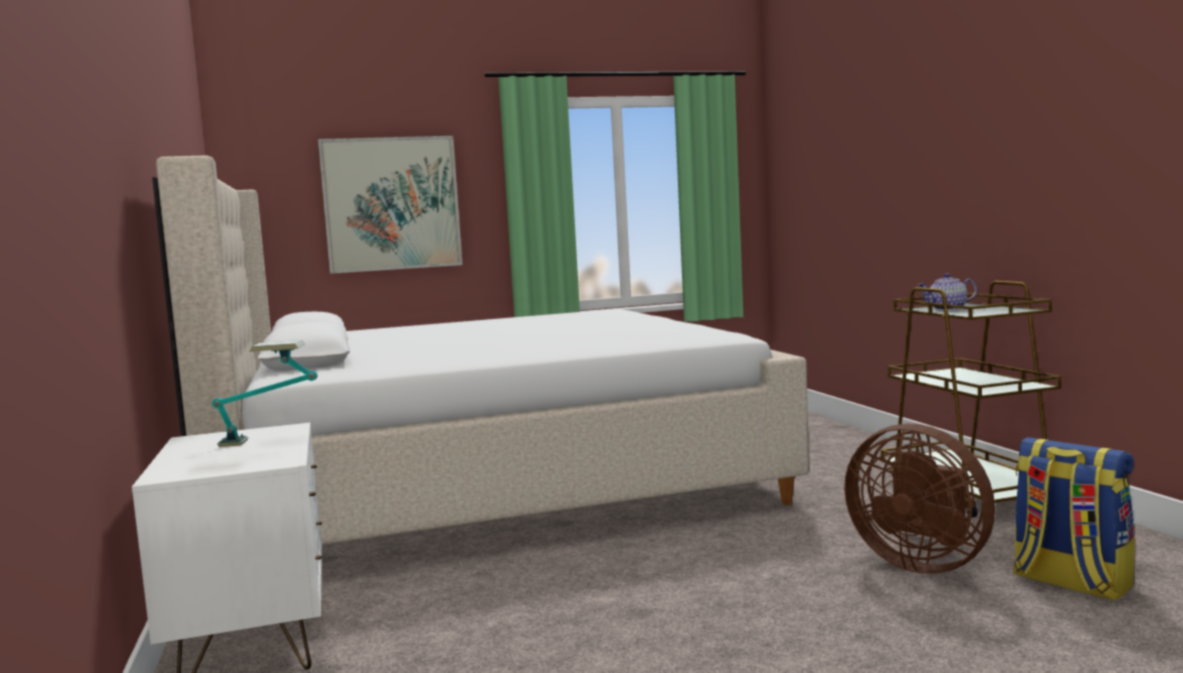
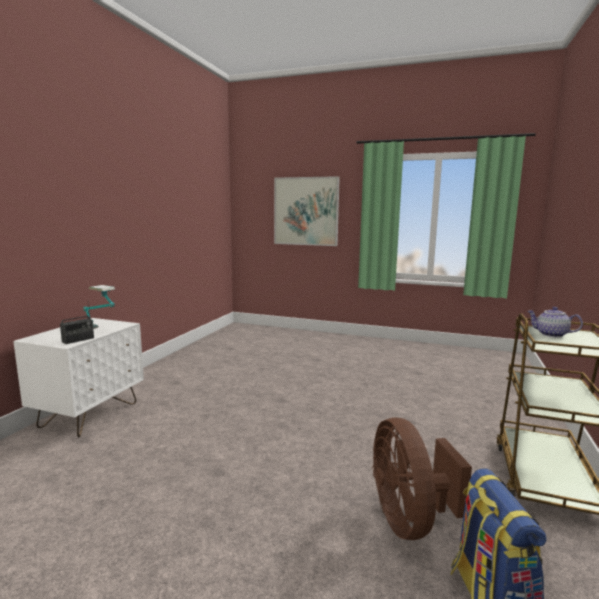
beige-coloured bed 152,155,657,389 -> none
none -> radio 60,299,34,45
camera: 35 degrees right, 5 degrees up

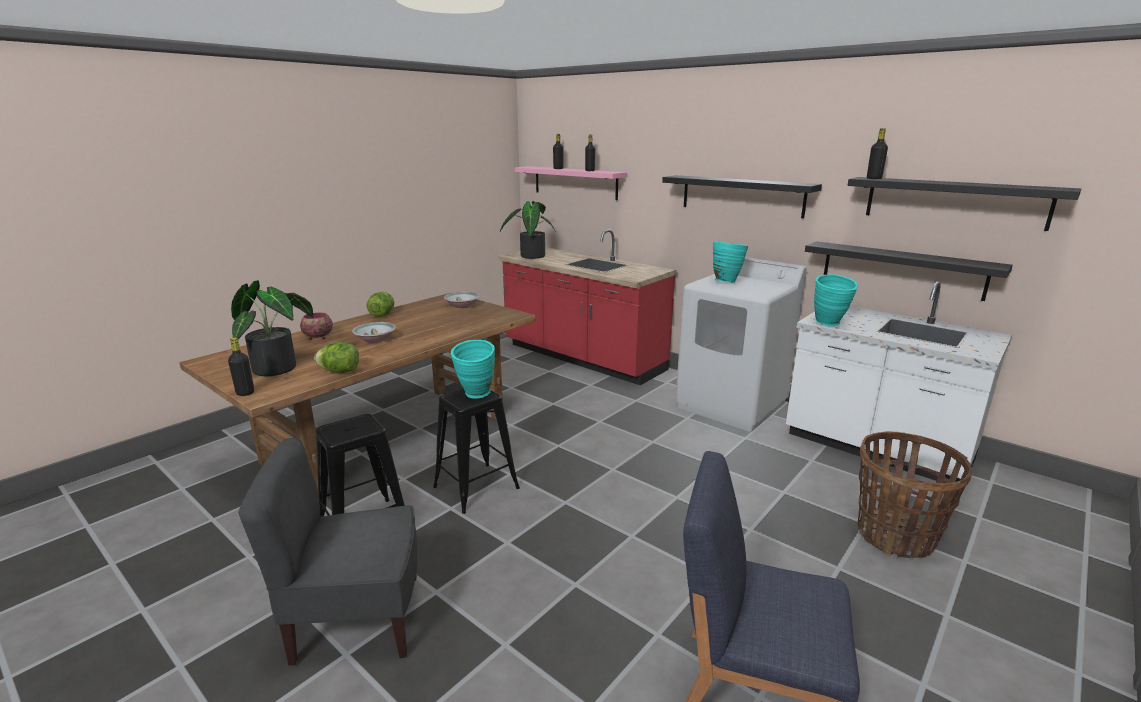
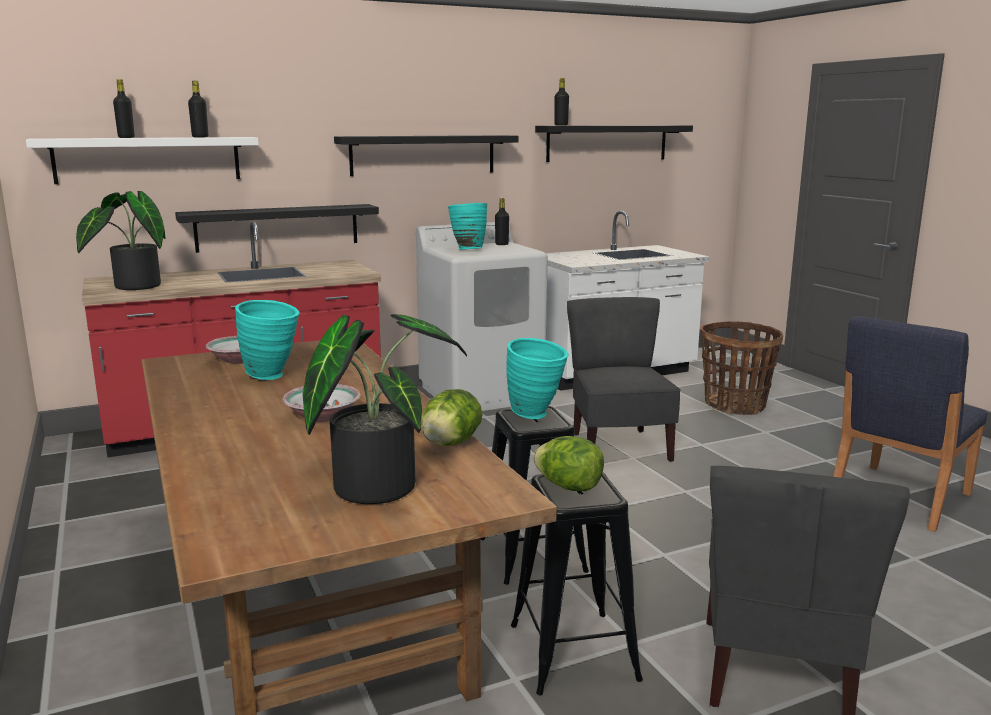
serving bowl 300,312,33,28 -> none
none -> grey chair 567,297,114,165
black-coloured bottle 228,337,26,59 -> black-coloured bottle 495,198,14,47, move
lettuce 367,292,27,25 -> lettuce 533,436,71,55, move
black-coloured bracket shelf 805,241,208,60 -> black-coloured bracket shelf 175,204,204,49, move
turquoise-coloured flower vase 814,274,44,53 -> turquoise-coloured flower vase 235,300,65,80, move
pink bracket shelf 515,166,112,34 -> white bracket shelf 26,137,233,47
camera: 65 degrees left, 5 degrees down

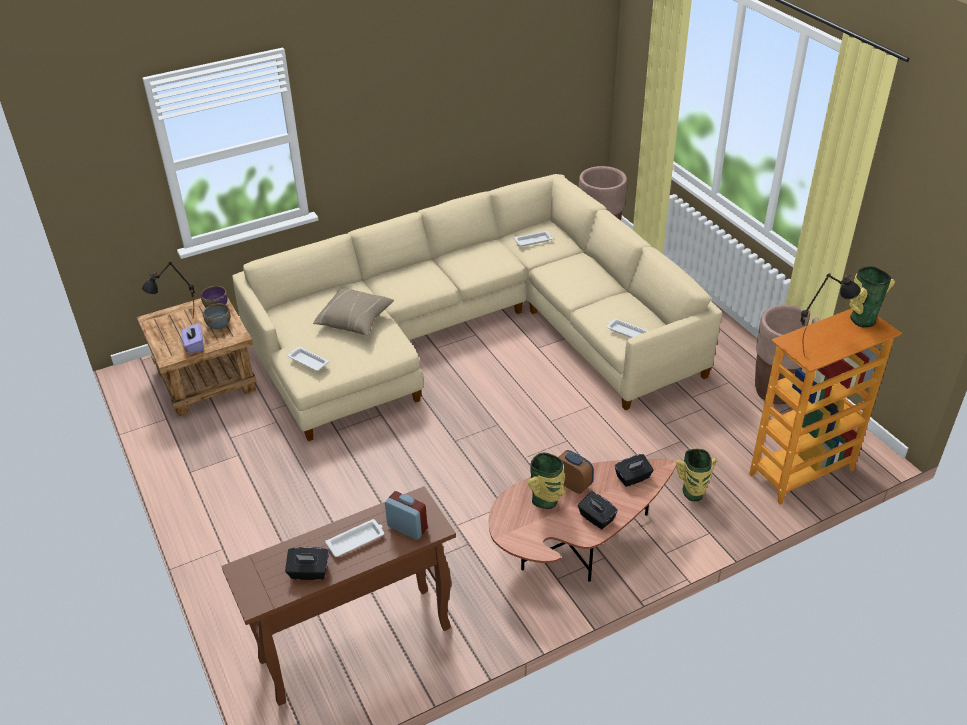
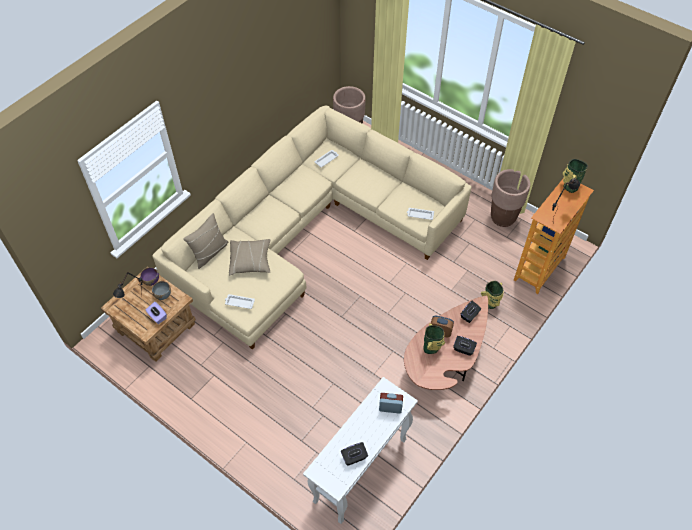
white carrying tray 325,519,59,38 -> none
none -> beige-coloured pillow 183,213,45,56
brown-coloured narrow table 221,486,235,220 -> white narrow table 303,377,115,147
camera: 25 degrees left, 15 degrees up

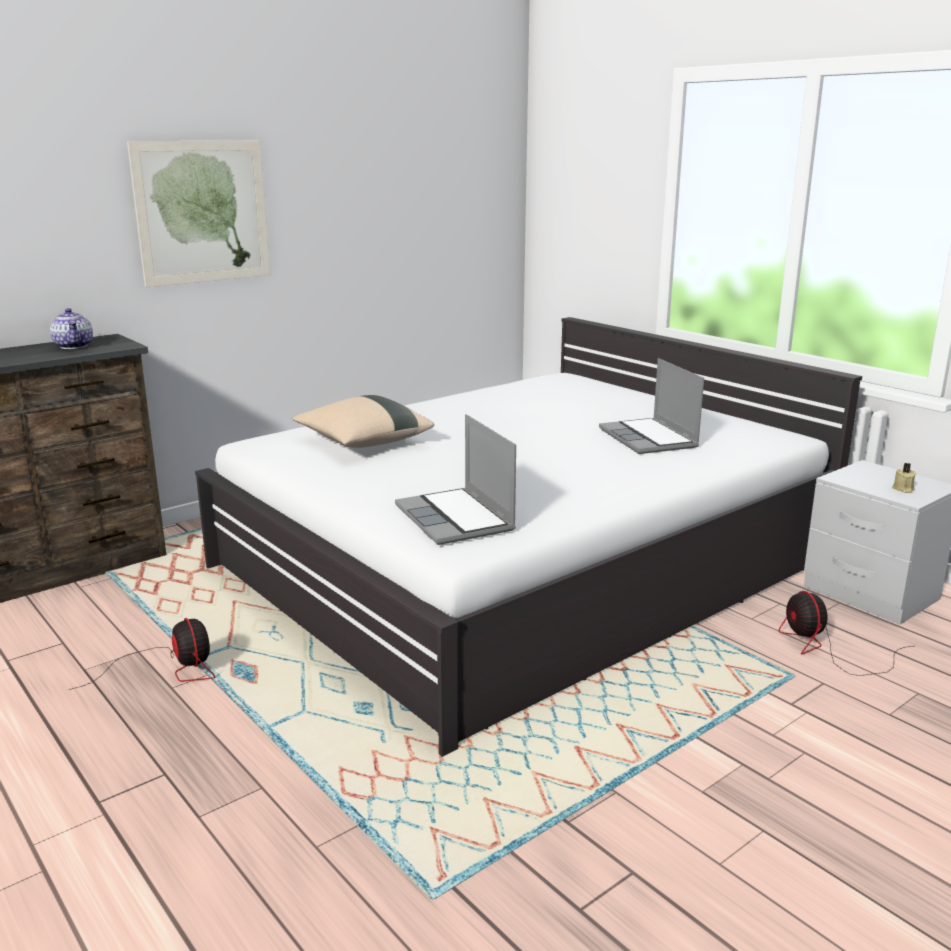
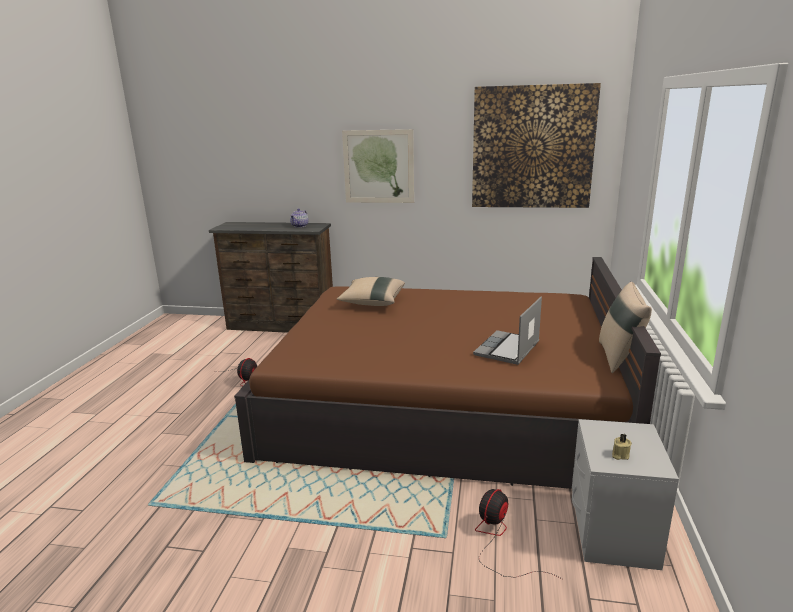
laptop 395,414,121,131 -> none
none -> wall art 472,83,129,125
none -> beige-coloured pillow 599,282,53,91
white bed 195,317,667,440 -> brown-coloured bed 234,257,427,232
camera: 50 degrees right, 0 degrees up

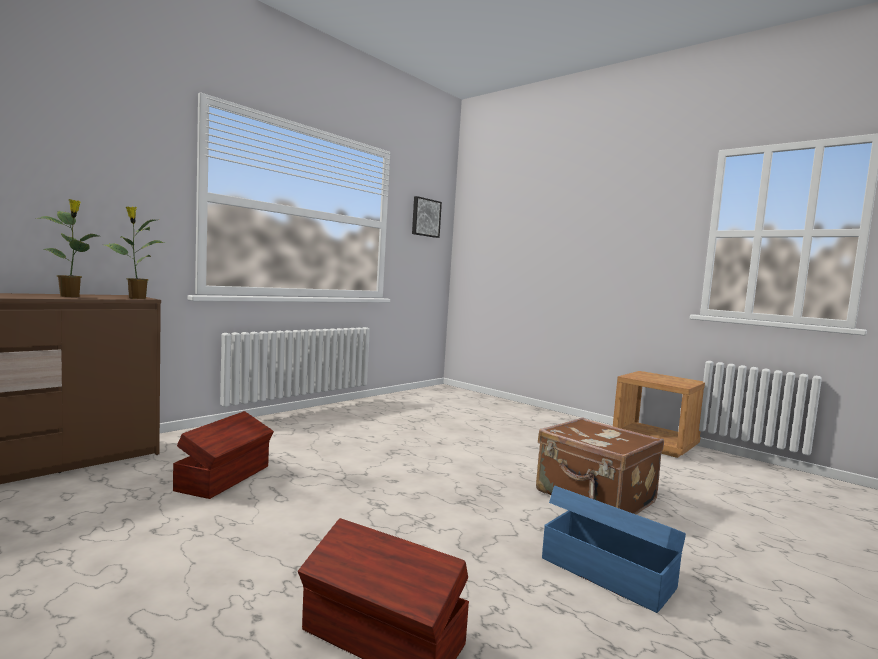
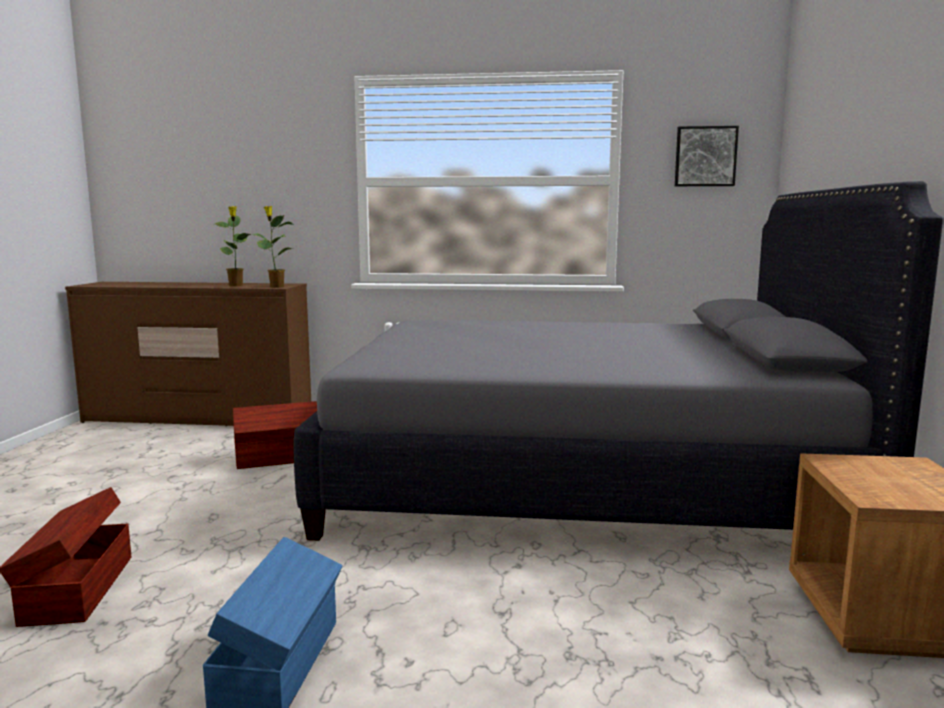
brown-coloured travel case 536,418,128,96 -> none
none -> grey bed 293,181,650,360
camera: 55 degrees right, 5 degrees up

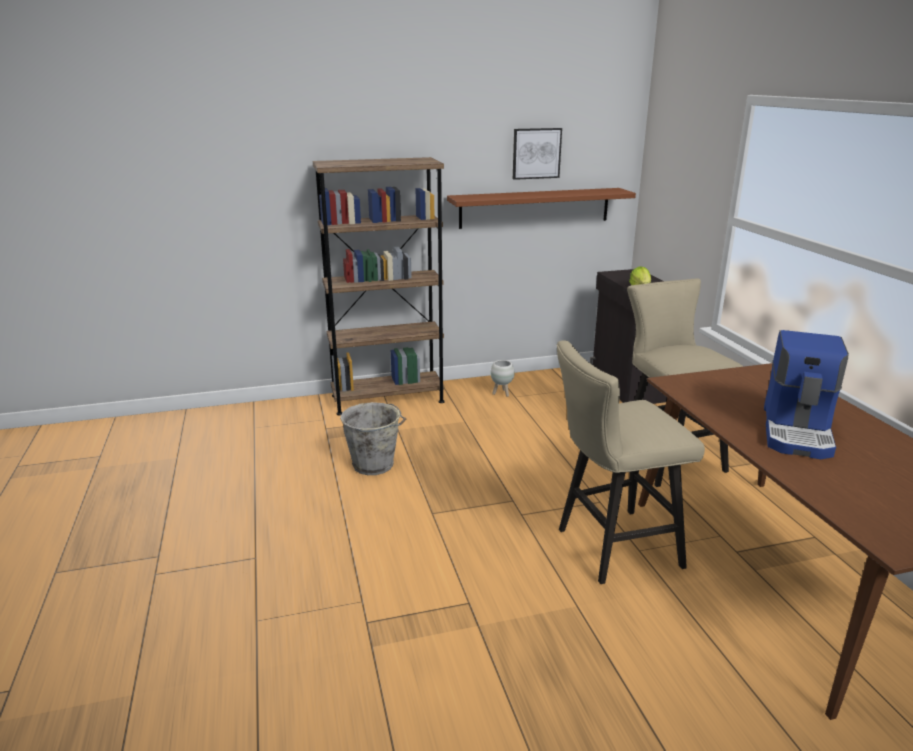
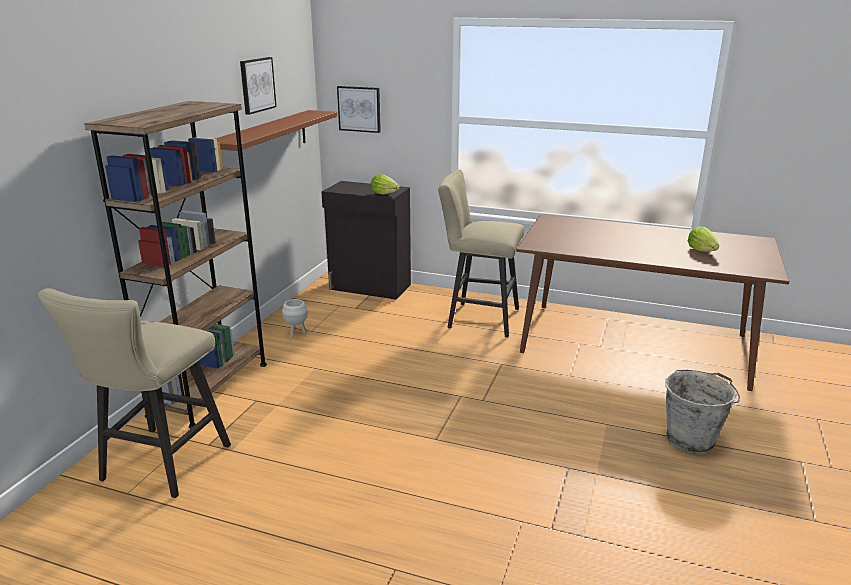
coffee maker 764,330,85,129 -> none
none -> wall art 337,86,44,47
none -> lettuce 688,226,31,26
grey pail 340,402,66,73 -> grey pail 665,370,75,85, move
beige-coloured stool 557,341,148,243 -> beige-coloured stool 38,288,193,210, move
camera: 55 degrees left, 0 degrees up

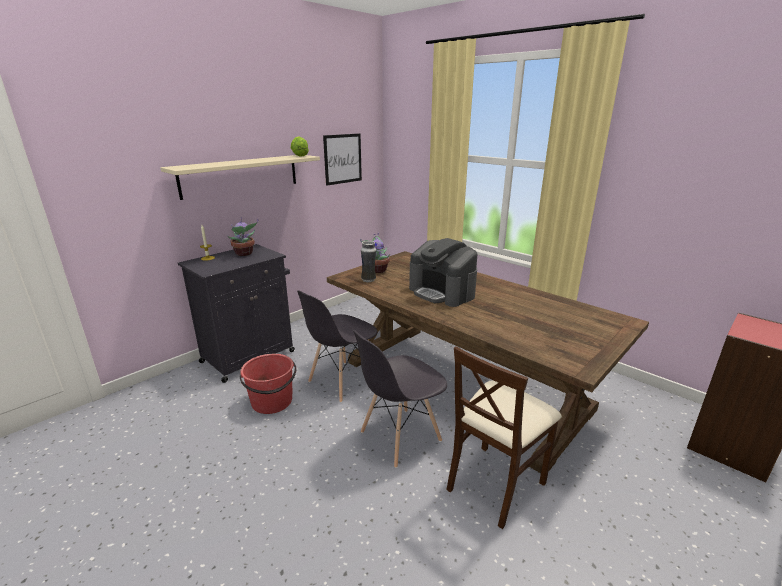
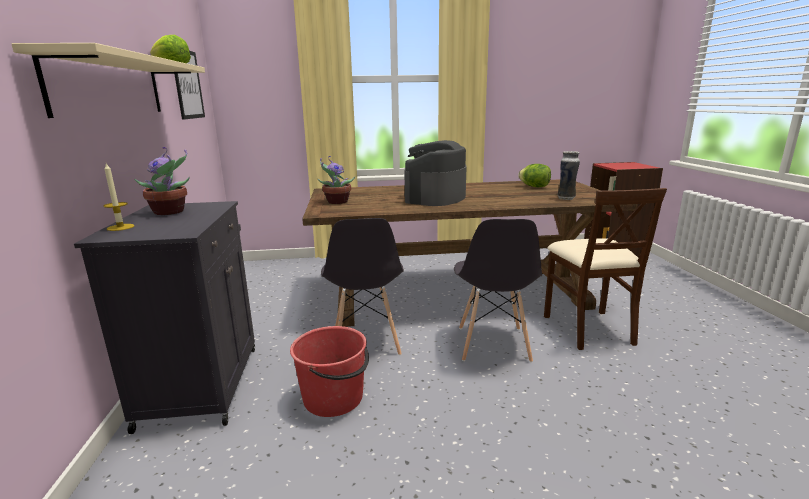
none -> lettuce 518,164,33,23
flower vase 361,241,15,41 -> flower vase 557,151,23,49, move
coffee maker 409,238,68,69 -> coffee maker 404,140,63,66, 120 degrees clockwise
camera: 50 degrees left, 5 degrees down

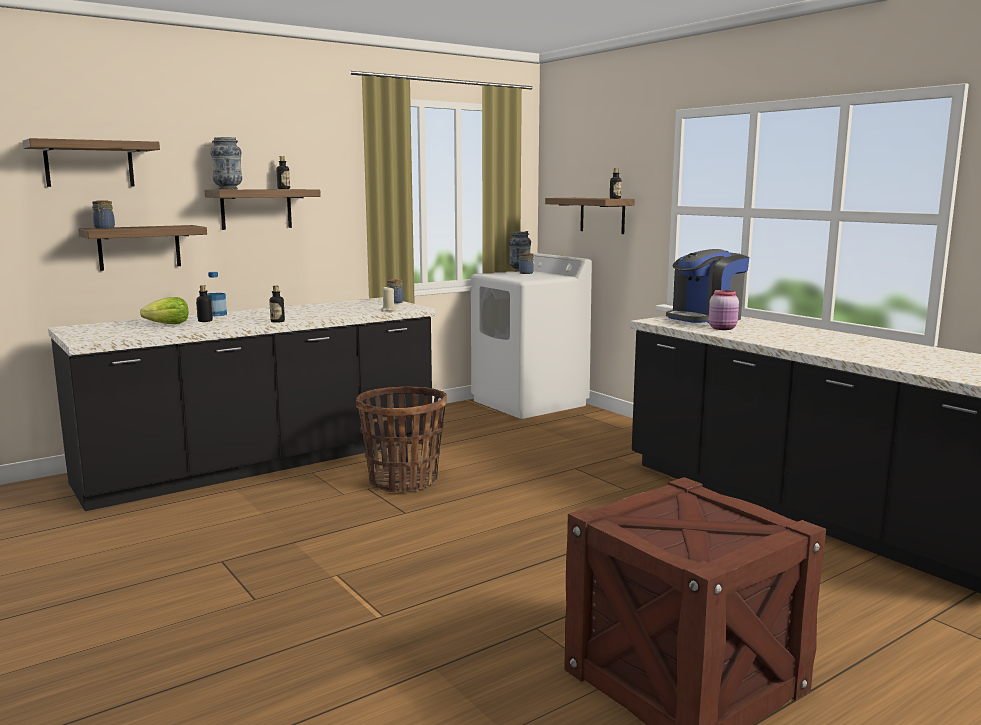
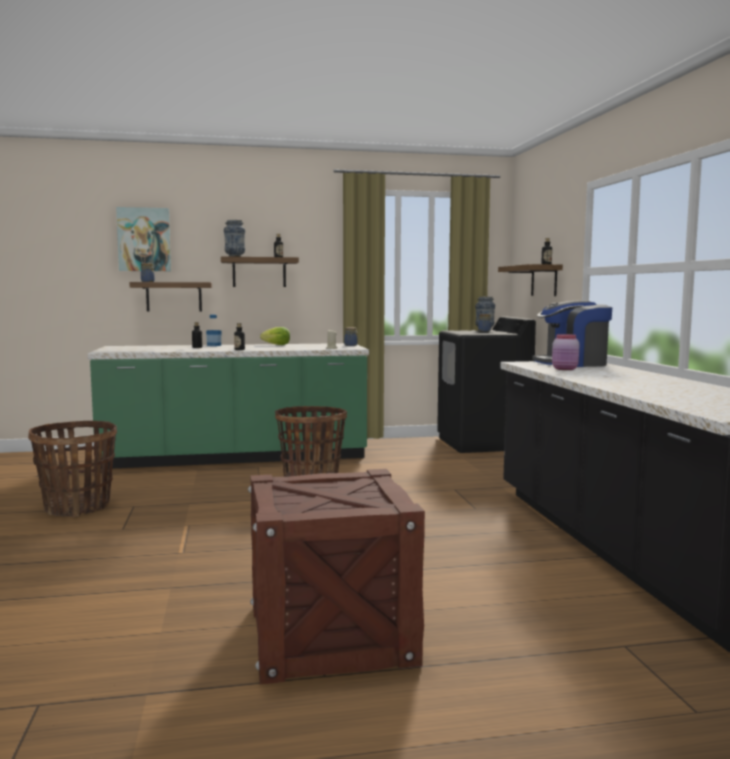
none -> household basket 28,421,89,96
lettuce 140,297,48,27 -> lettuce 260,327,30,18, move
bracket shelf 23,138,137,49 -> wall art 116,207,55,64
black-coloured counter 48,297,387,214 -> green counter 88,343,281,126
white laundry machine 471,253,121,166 -> black-coloured laundry machine 437,316,99,137
camera: 25 degrees right, 5 degrees down

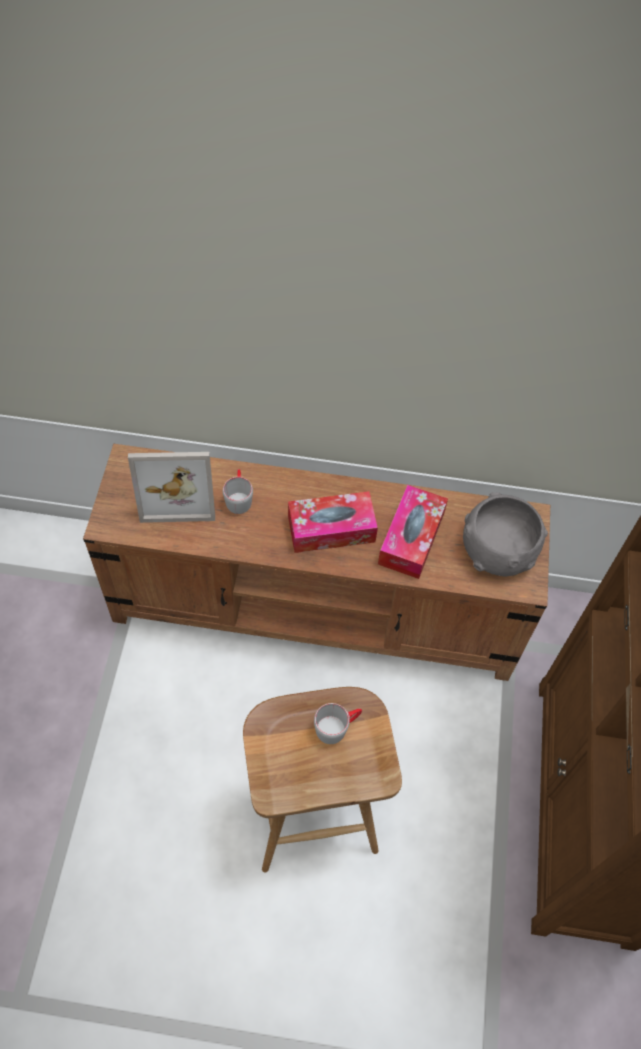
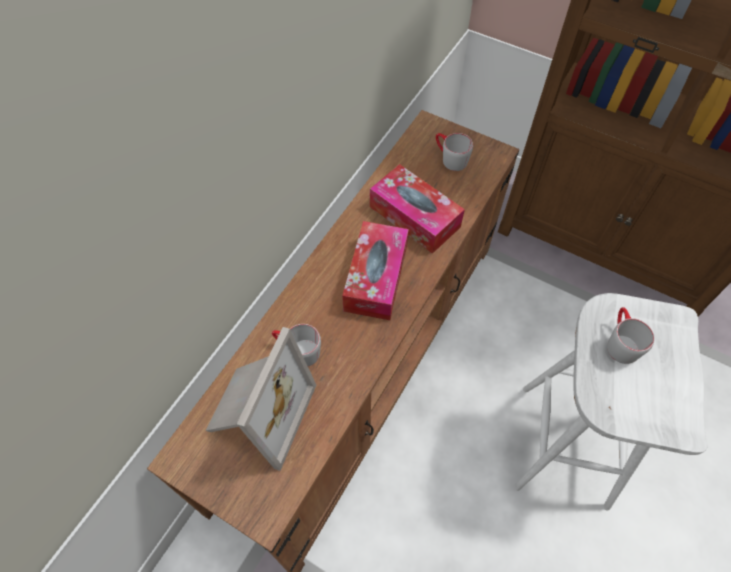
grey serving bowl 463,492,85,85 -> grey mug 436,133,37,38
brown-coloured stool 243,687,159,185 -> white stool 514,293,194,218
camera: 65 degrees left, 0 degrees up

